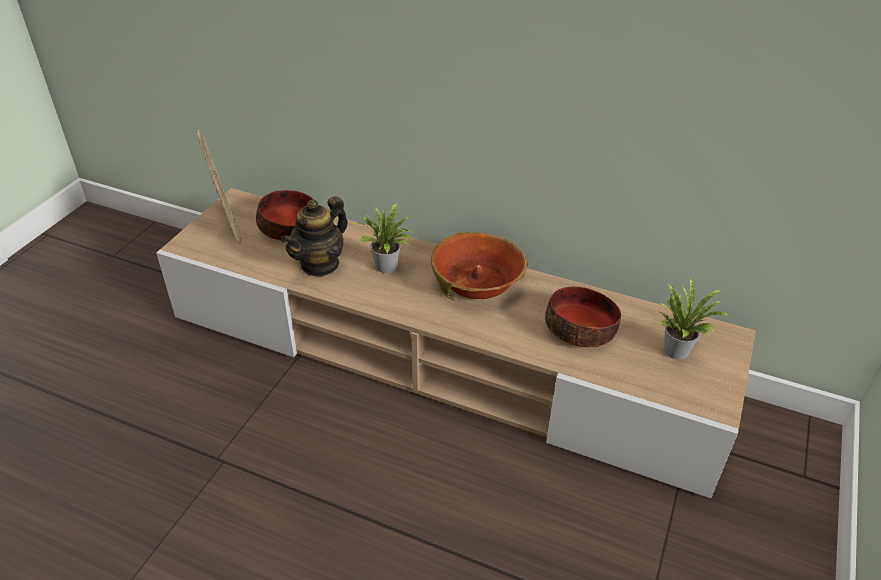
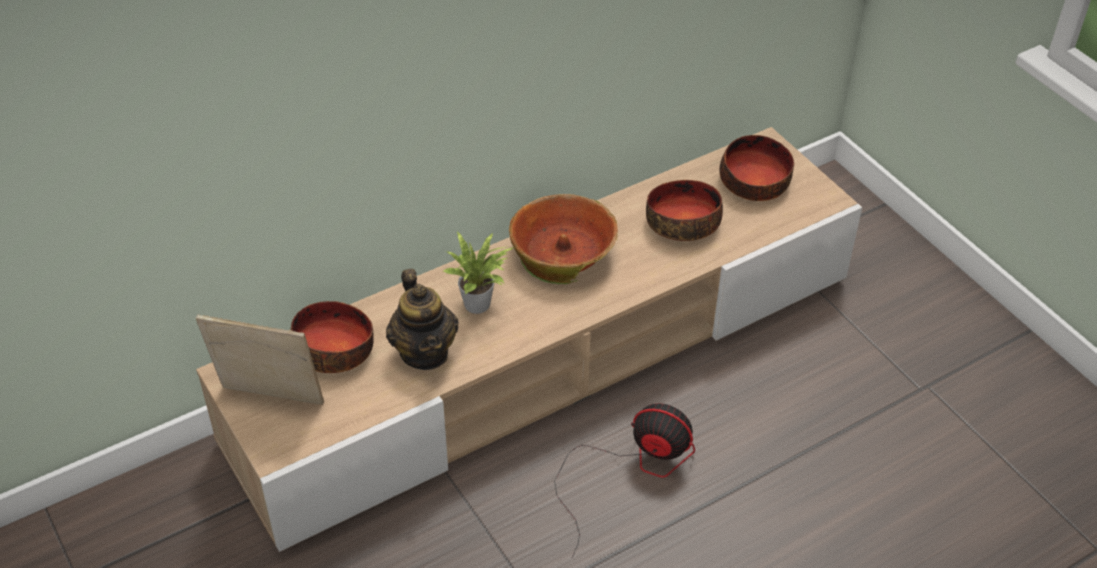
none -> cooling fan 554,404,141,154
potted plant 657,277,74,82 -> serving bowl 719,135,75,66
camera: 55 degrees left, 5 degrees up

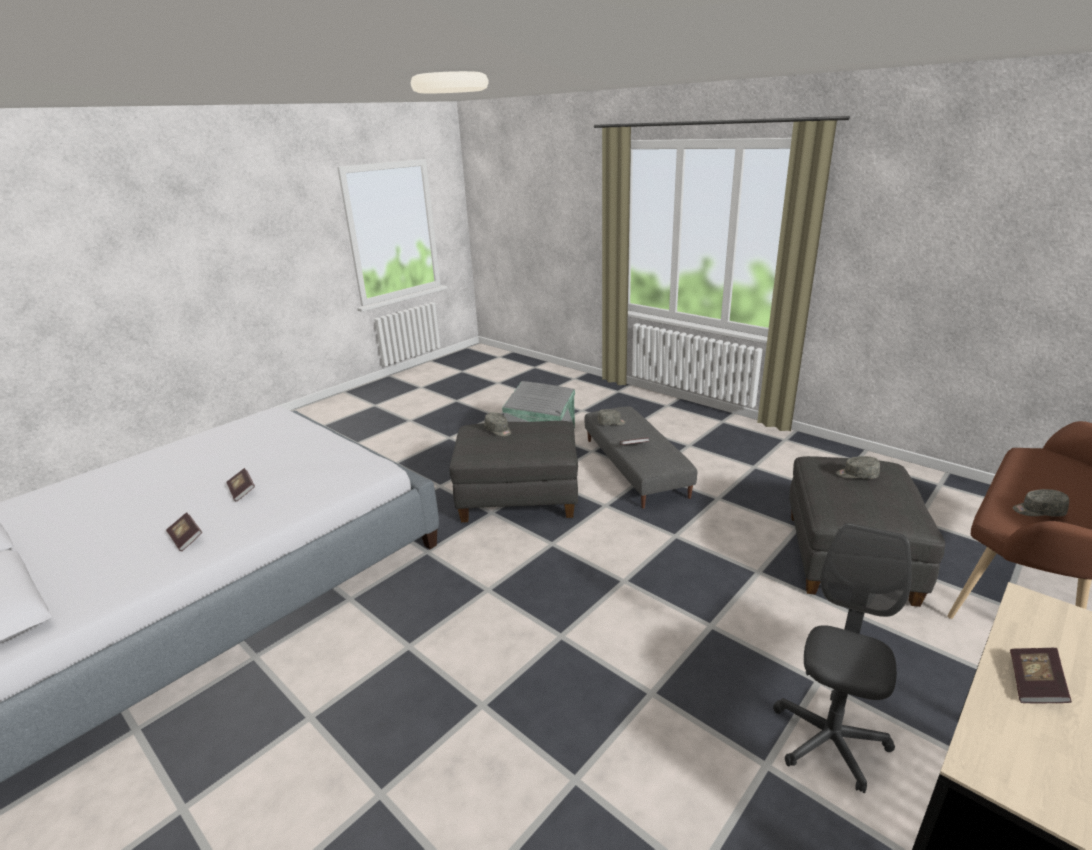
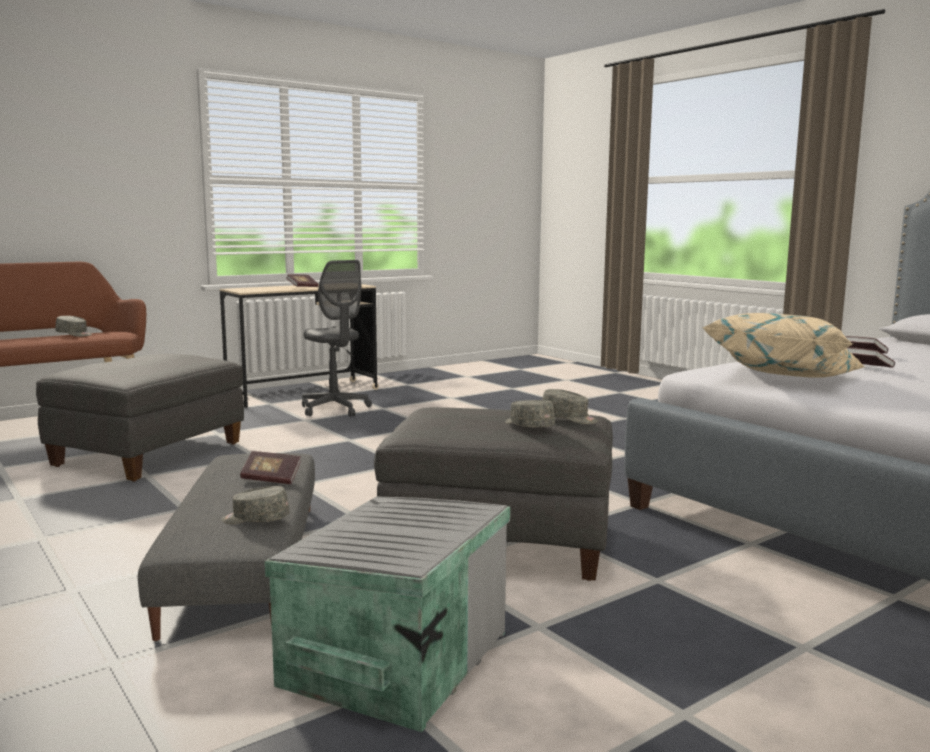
none -> beige-coloured pillow 702,313,163,65
grey baseball cap 836,456,44,23 -> grey baseball cap 542,389,56,35, move
grey desk chair 773,523,139,271 -> grey desk chair 302,260,70,157, 75 degrees counterclockwise
camera: 170 degrees left, 15 degrees down

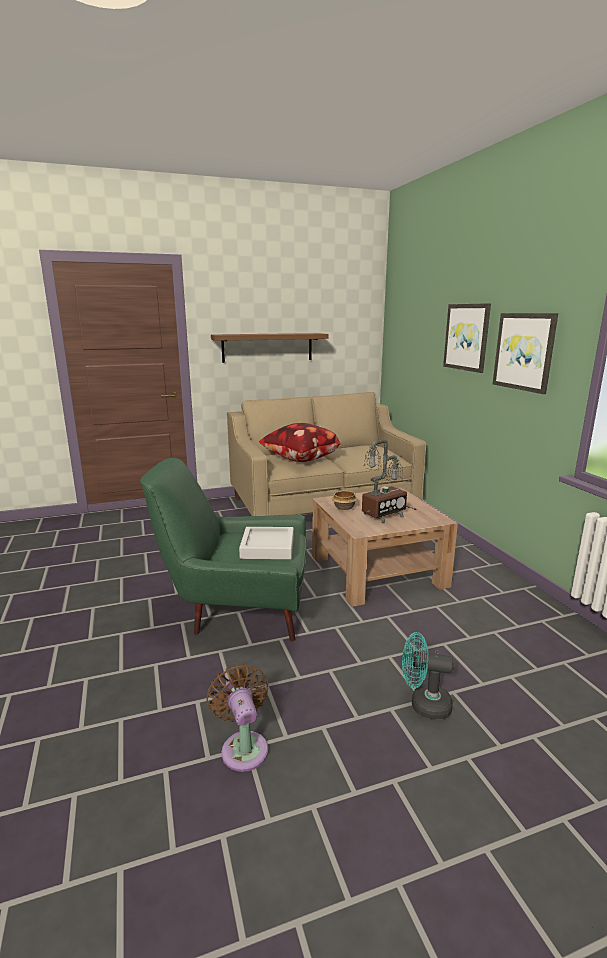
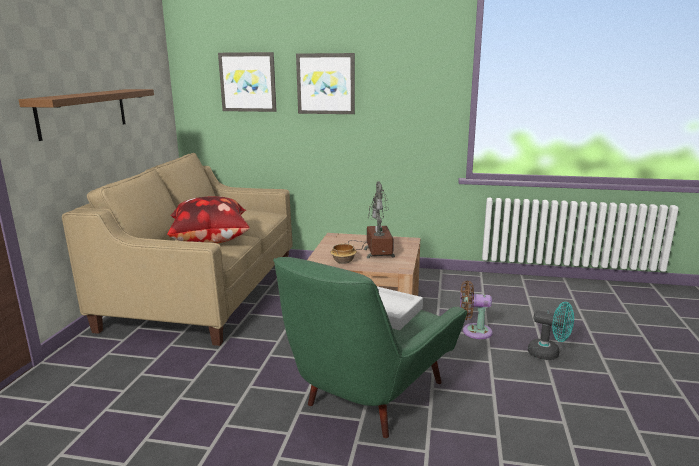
brown-coloured cooling fan 207,664,62,108 -> brown-coloured cooling fan 460,281,33,58, move
wall art 493,313,65,81 -> wall art 218,52,59,60, move
turquoise-coloured cooling fan 402,632,52,88 -> turquoise-coloured cooling fan 528,302,46,58, 105 degrees counterclockwise
camera: 60 degrees left, 0 degrees up

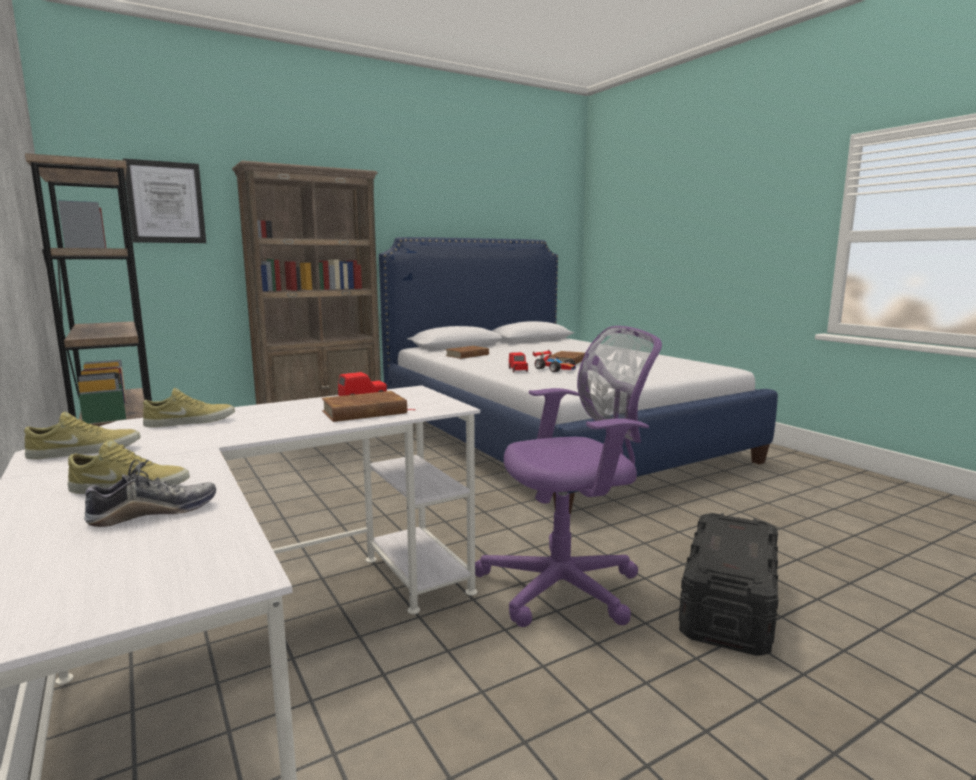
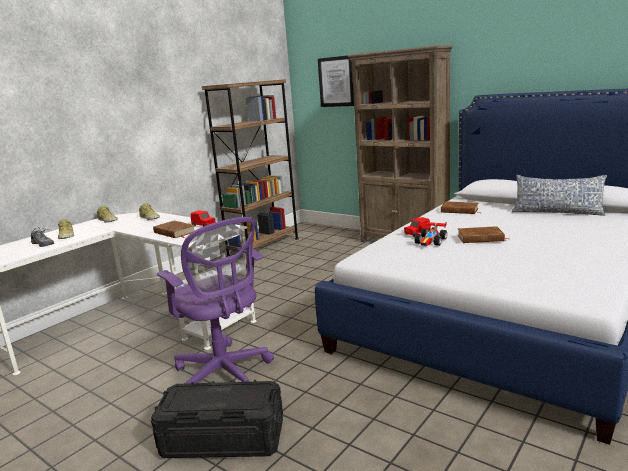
none -> pillow 512,175,95,41
camera: 70 degrees right, 5 degrees up

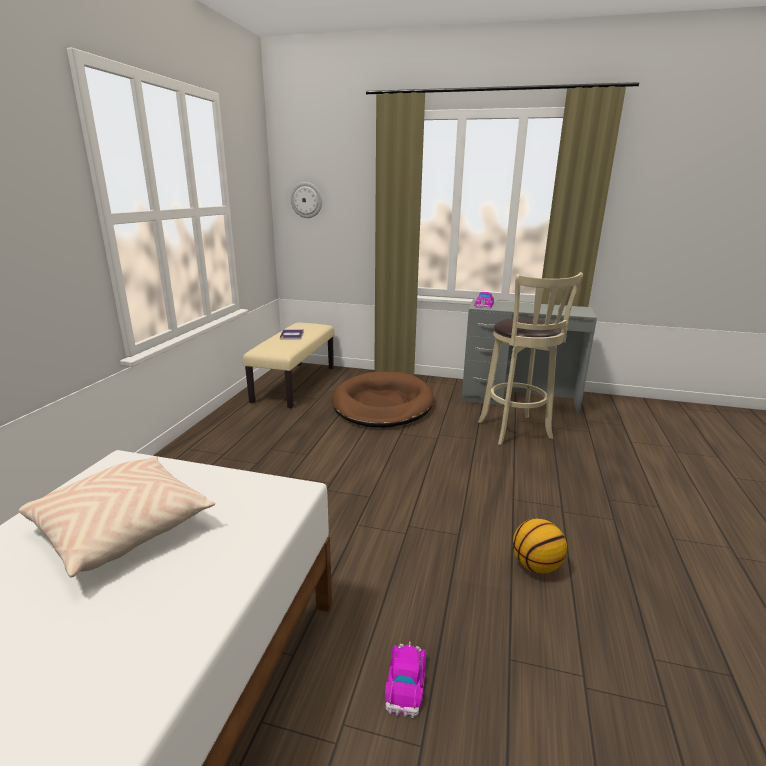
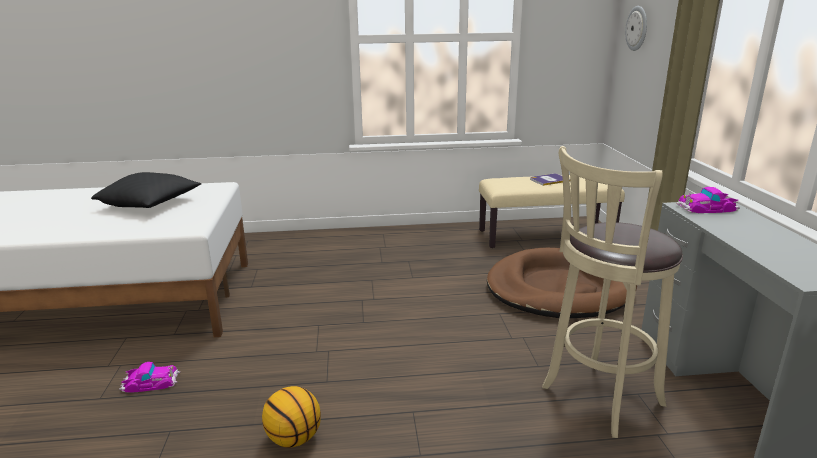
beige-coloured pillow 19,457,196,121 -> black-coloured pillow 91,172,110,36
camera: 70 degrees right, 0 degrees up

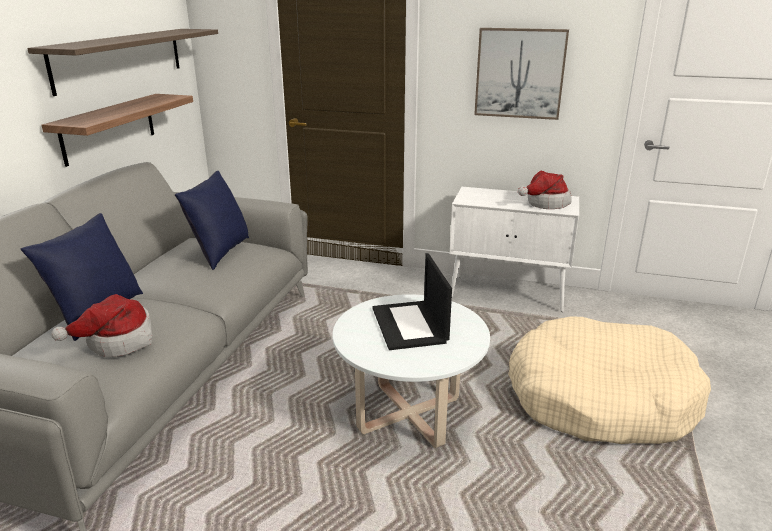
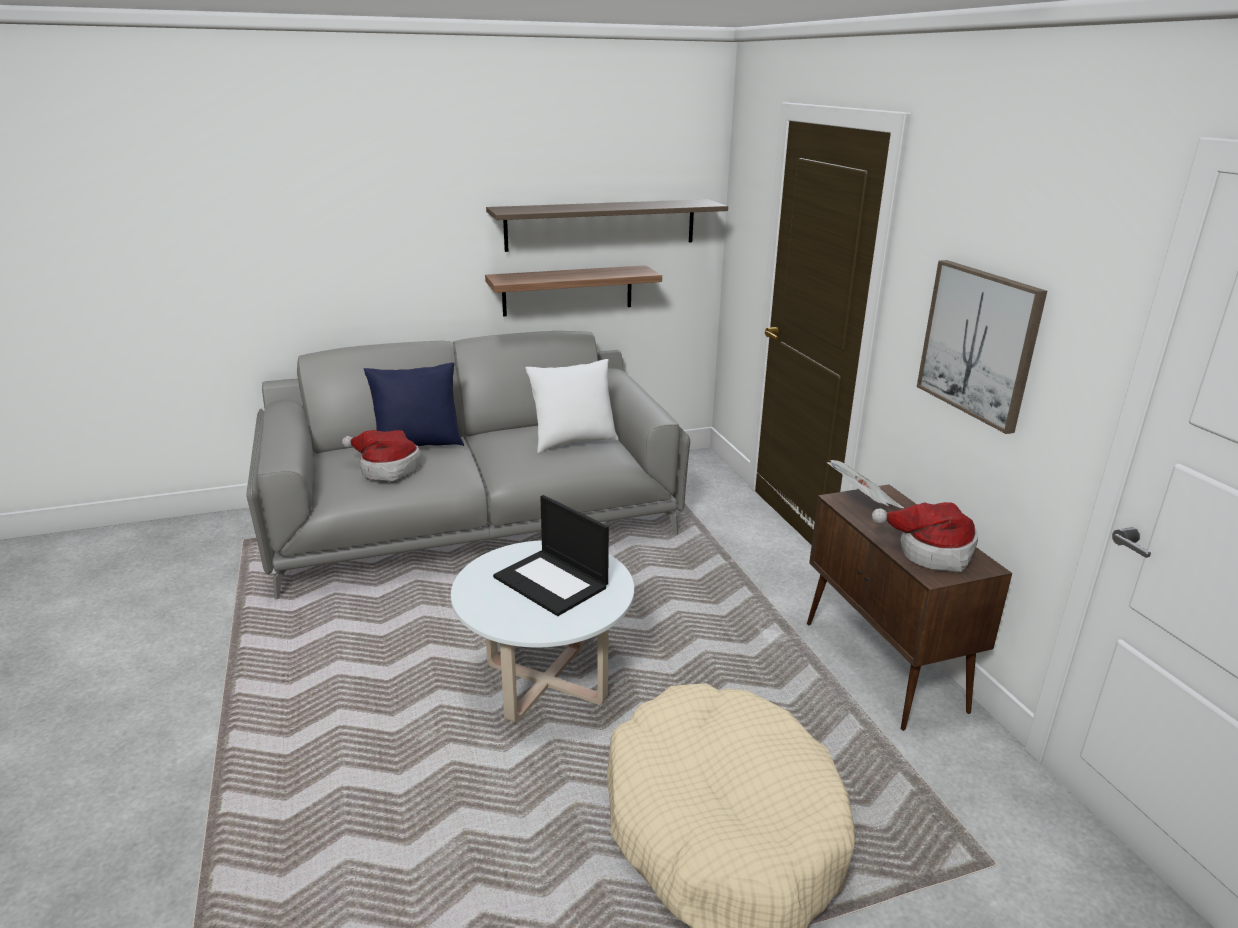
none -> printed paper 827,460,77,48
bluish pillow 175,171,74,99 -> white pillow 525,359,94,94
white cabinet 450,187,129,125 -> brown-coloured cabinet 807,484,205,247
laptop 372,253,80,97 -> laptop 493,495,116,121, 90 degrees counterclockwise
camera: 55 degrees right, 0 degrees up

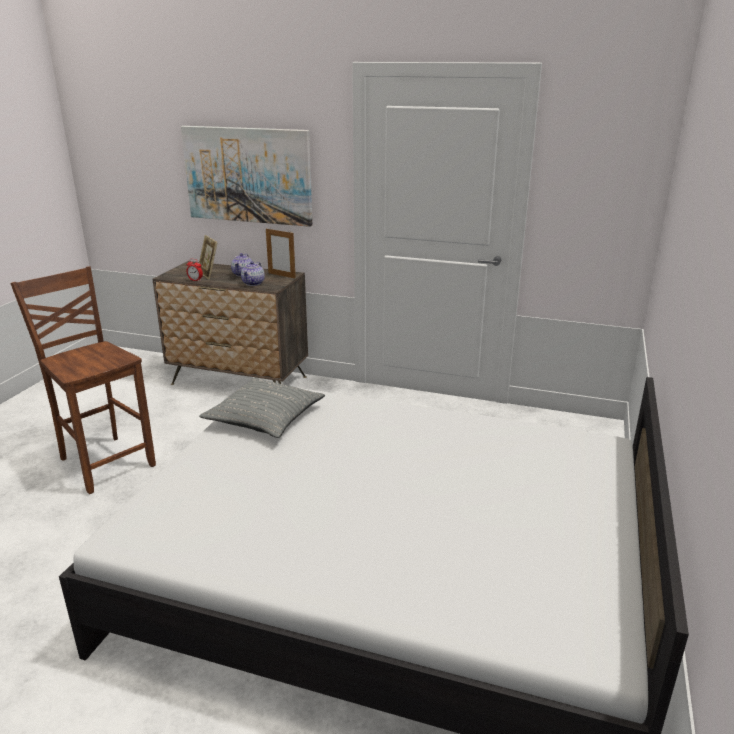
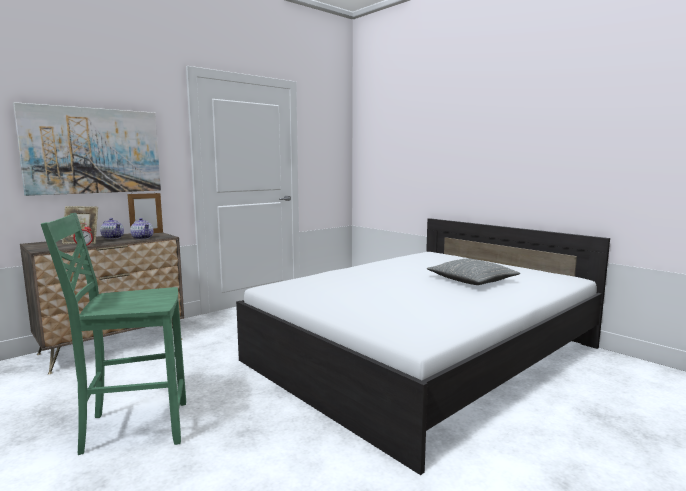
grey pillow 199,378,126,60 -> grey pillow 427,258,93,27, move
brown-coloured chair 10,266,146,228 -> green chair 41,213,145,242
camera: 60 degrees left, 15 degrees down

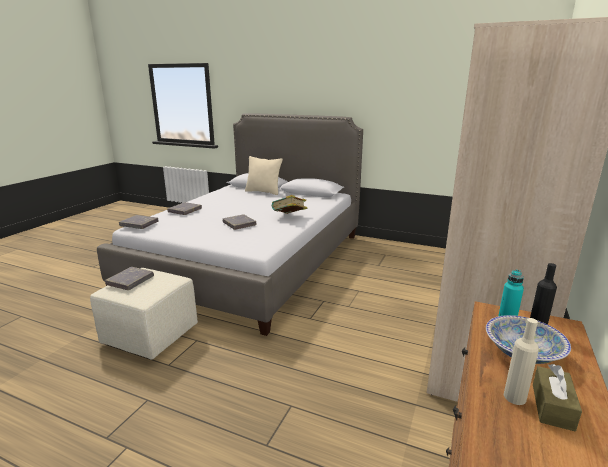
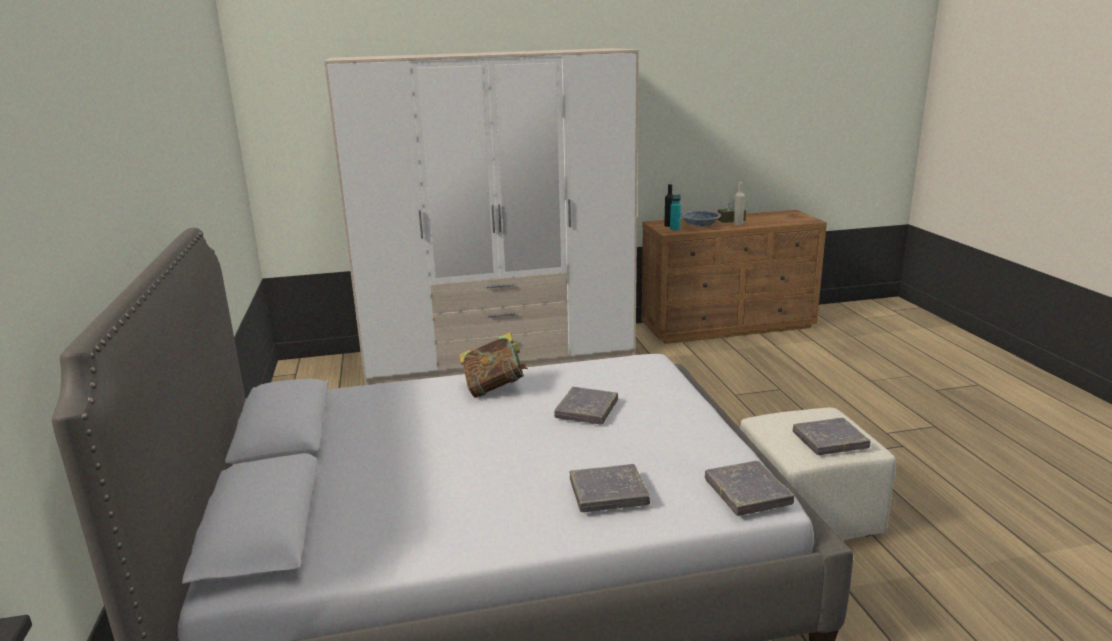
beige-coloured pillow 245,156,38,39 -> none
camera: 125 degrees left, 0 degrees up

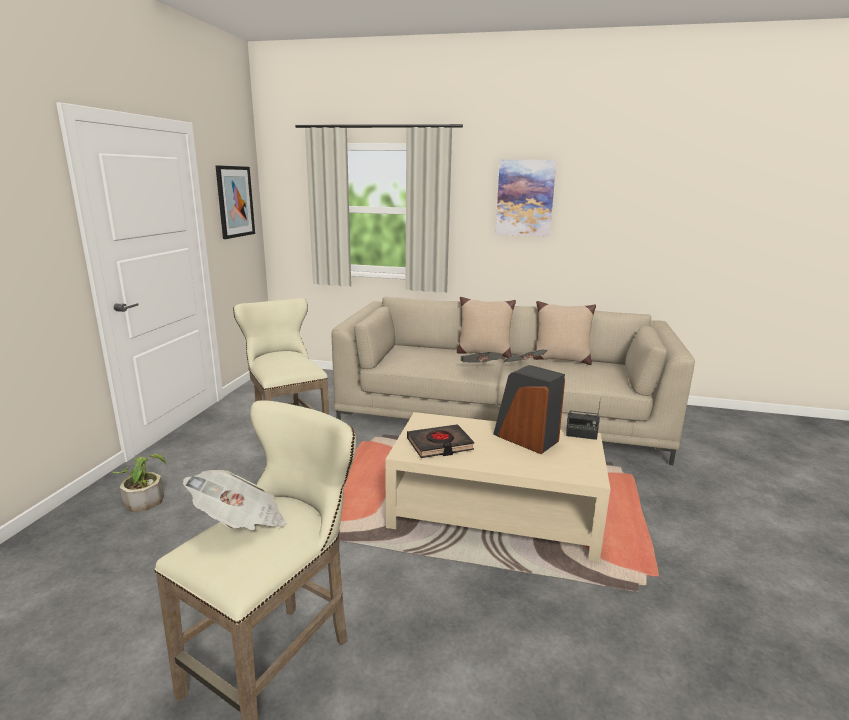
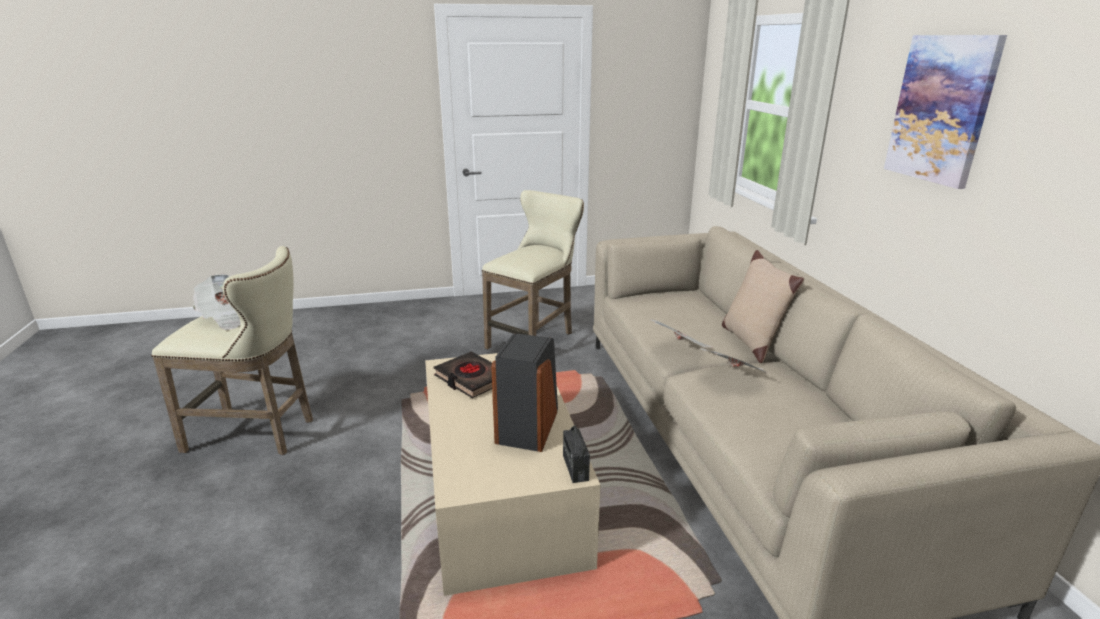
potted plant 112,454,54,58 -> none
wall art 215,165,40,74 -> none
beige-coloured pillow 533,301,63,64 -> none
camera: 65 degrees right, 5 degrees up

